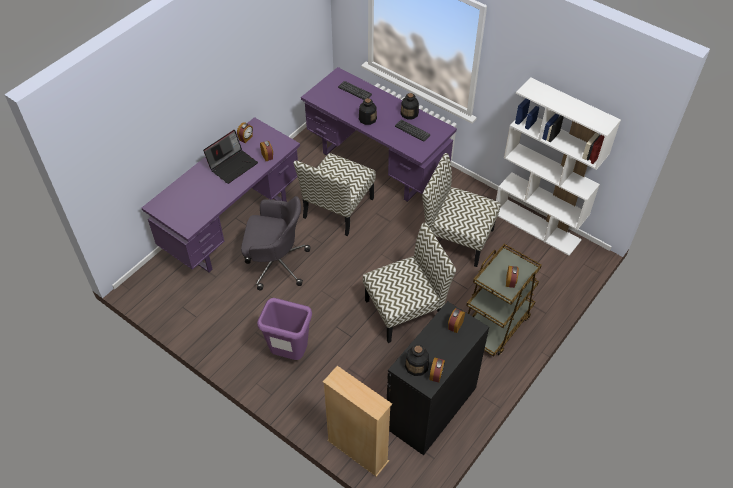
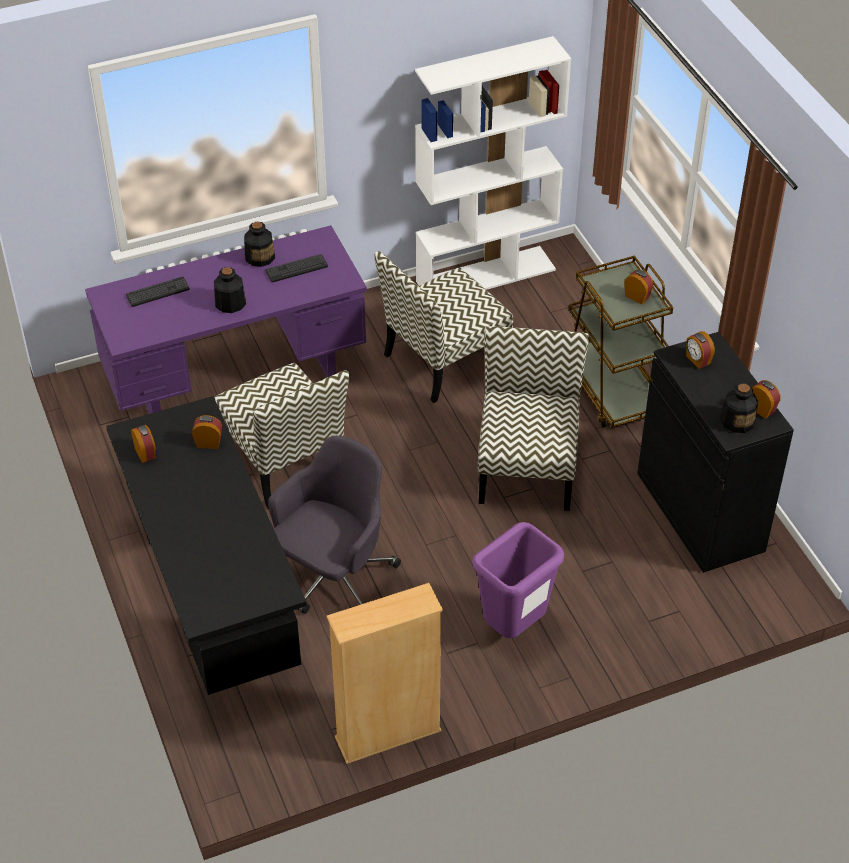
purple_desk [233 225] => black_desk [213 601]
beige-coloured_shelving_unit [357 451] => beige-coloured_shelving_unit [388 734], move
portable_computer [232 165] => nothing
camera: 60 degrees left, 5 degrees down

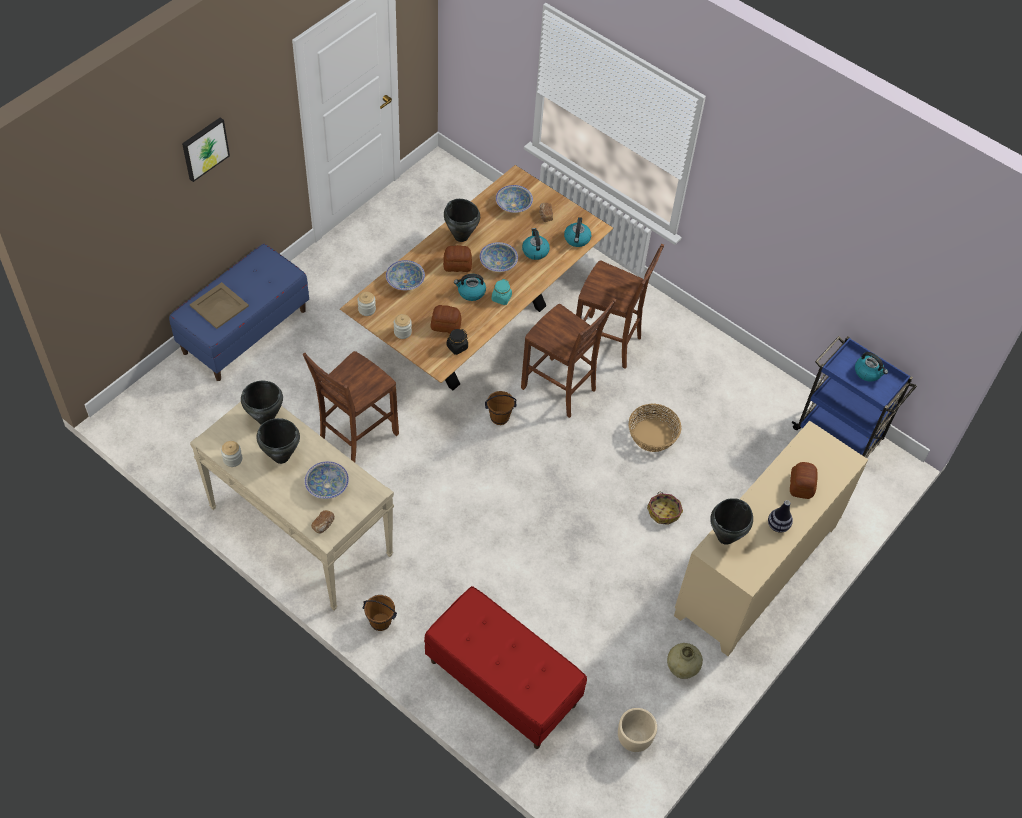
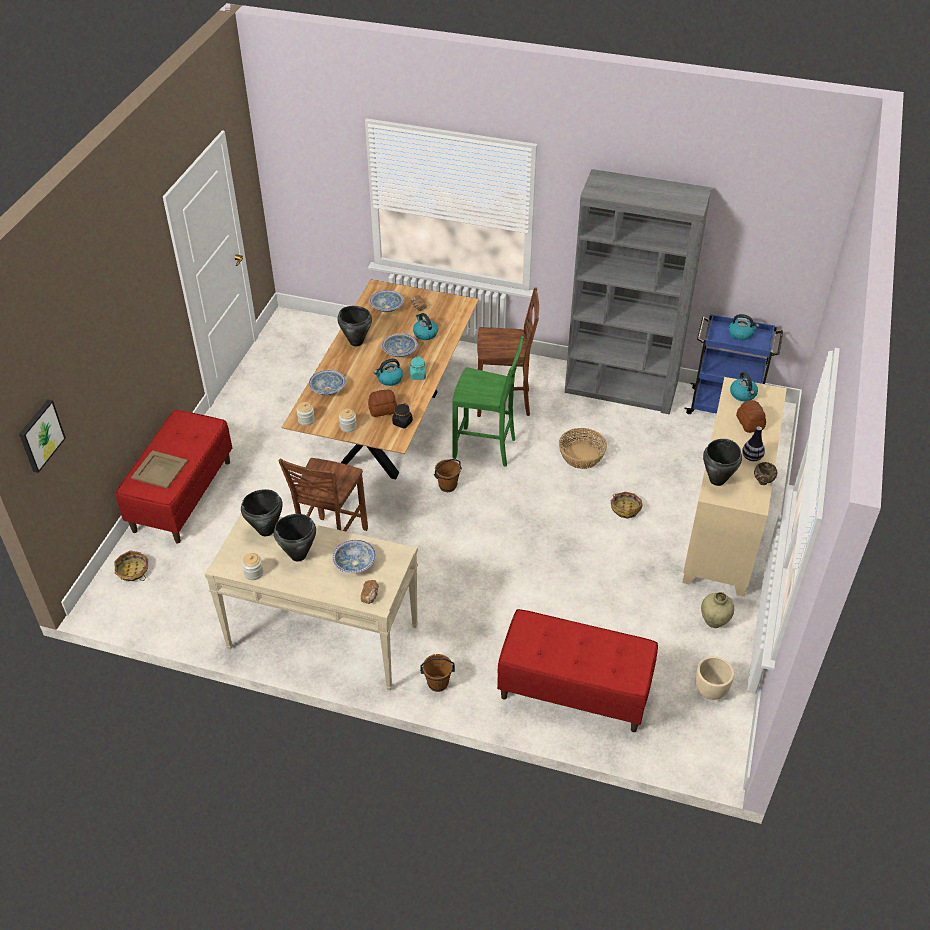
wall_art [204 148] => wall_art [40 435], move
nothing => household_basket [133 571]
bluish_indoor_bench [244 331] => reddish_indoor_bench [182 495]
brownish_chair [560 389] => green_chair [486 448]
nothing => greyish_shelving_unit [621 389]
tea_kettle [577 239] => tea_kettle [743 394], move
nothing => brownish_serving_bowl [763 482]
baked_bread [457 265] => nothing
camera: 20 degrees left, 10 degrees down

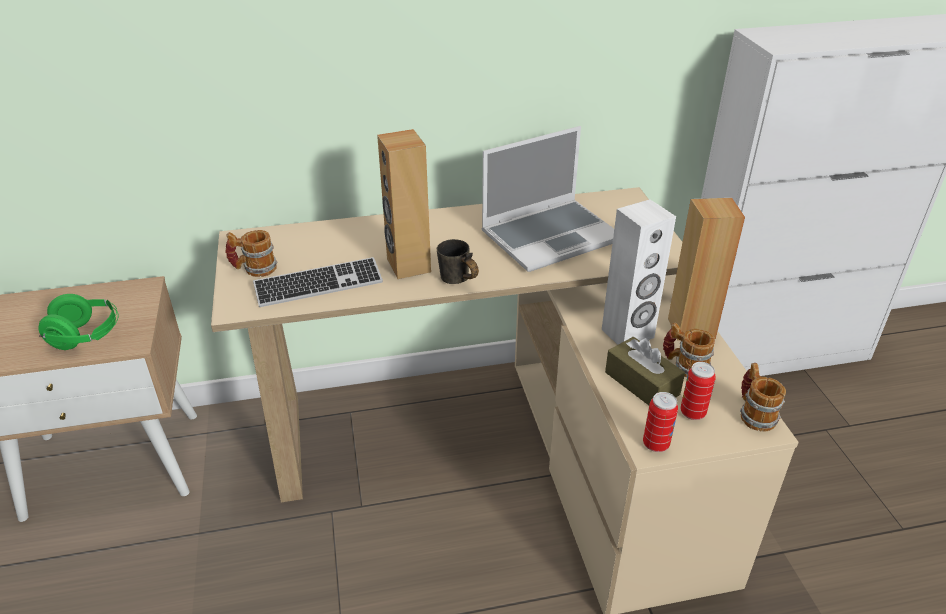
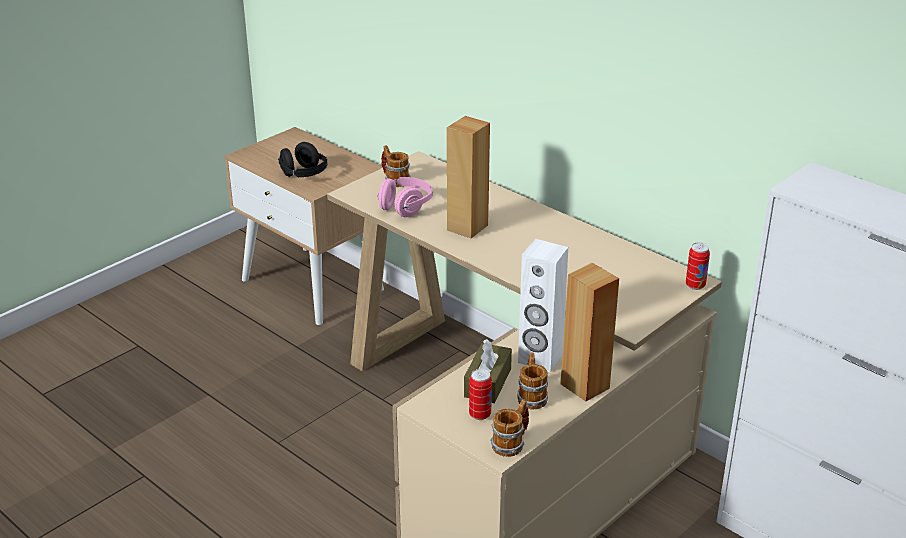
green_pair_of_headphones [86 336] => black_pair_of_headphones [304 175]
computer_keyboard [319 285] => pink_pair_of_headphones [405 207]
sealed_can [656 444] => sealed_can [695 285], move
greyish_coffee_mug [456 282] => nothing
portable_computer [551 236] => nothing
camera: 55 degrees right, 5 degrees down

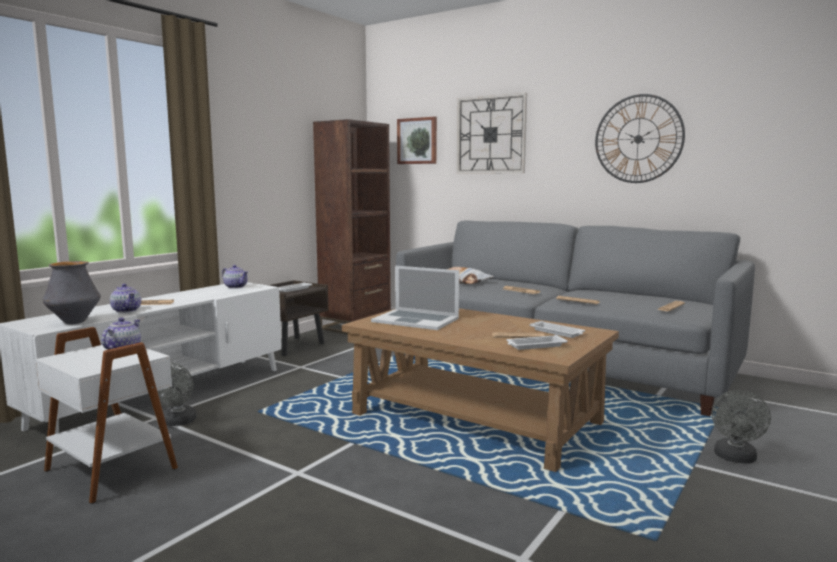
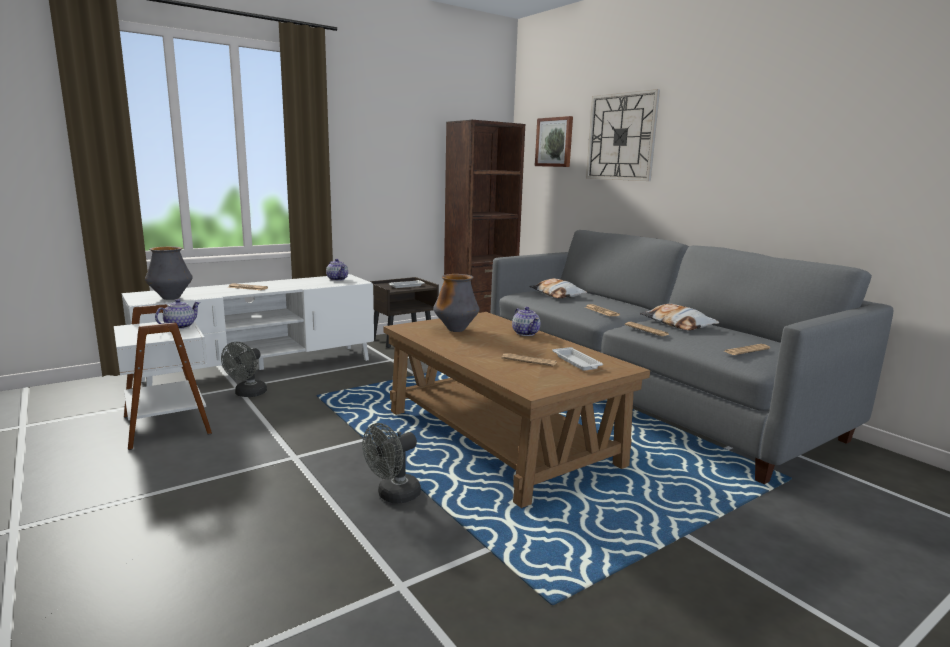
greyish_electric_fan [735 458] => greyish_electric_fan [393 496], move
portable_computer [416 320] => flower_vase [456 330]
tea_pot [126 310] => tea_pot [525 333], move
nothing => throw_pillow [677 324]
white_serving_tray [535 346] => nothing
hanging_clock [638 139] => nothing
camera: 20 degrees right, 5 degrees up

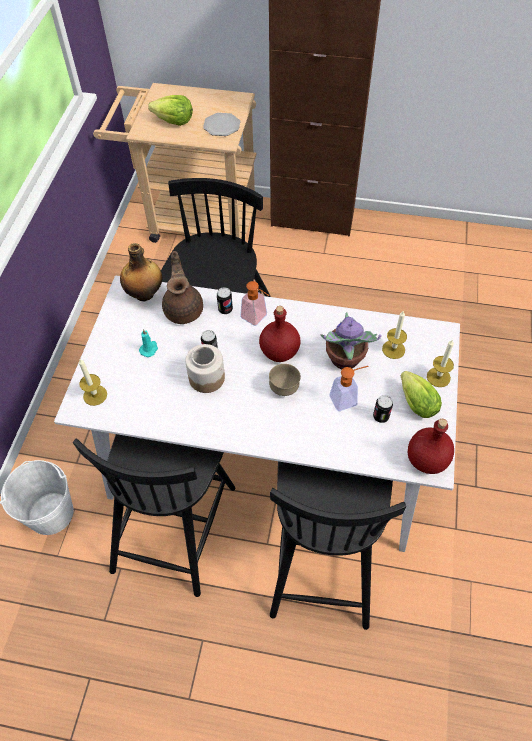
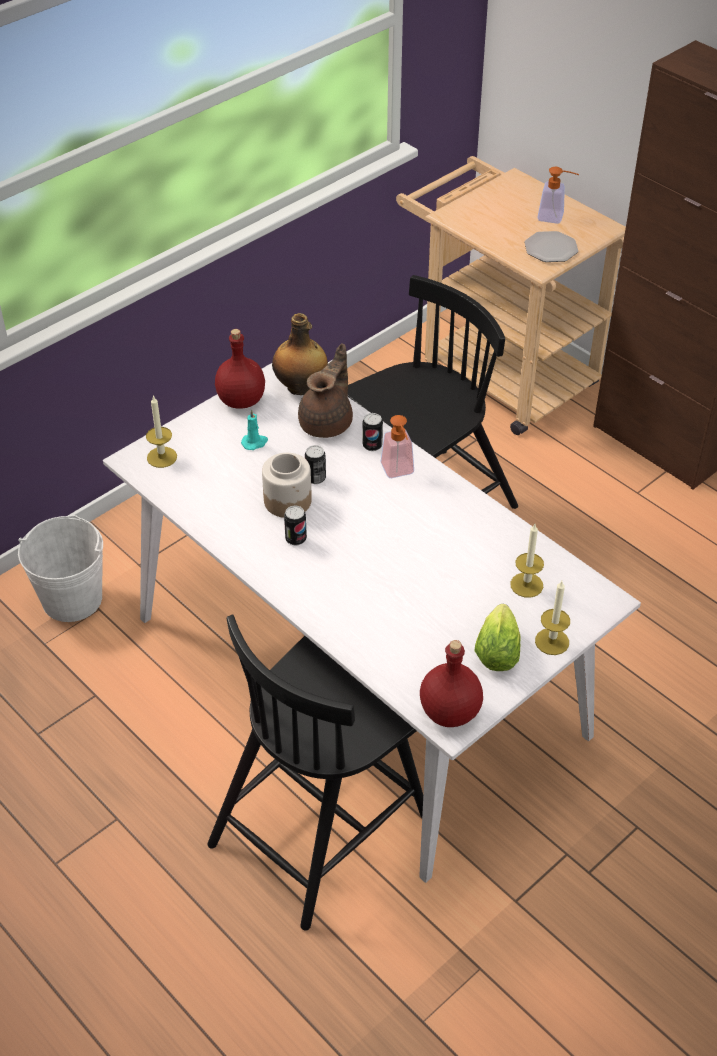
reddish_beverage_bottle [279 352] => reddish_beverage_bottle [240 400], move
sealed_can [381 416] => sealed_can [296 539], move
soap_dispenser [347 399] => soap_dispenser [555 217], move
black_chair [174 525] => nothing
lettuce [174 121] => nothing
brownish_serving_bowl [284 388] => nothing
potted_plant [344 360] => nothing
camera: 35 degrees right, 10 degrees down

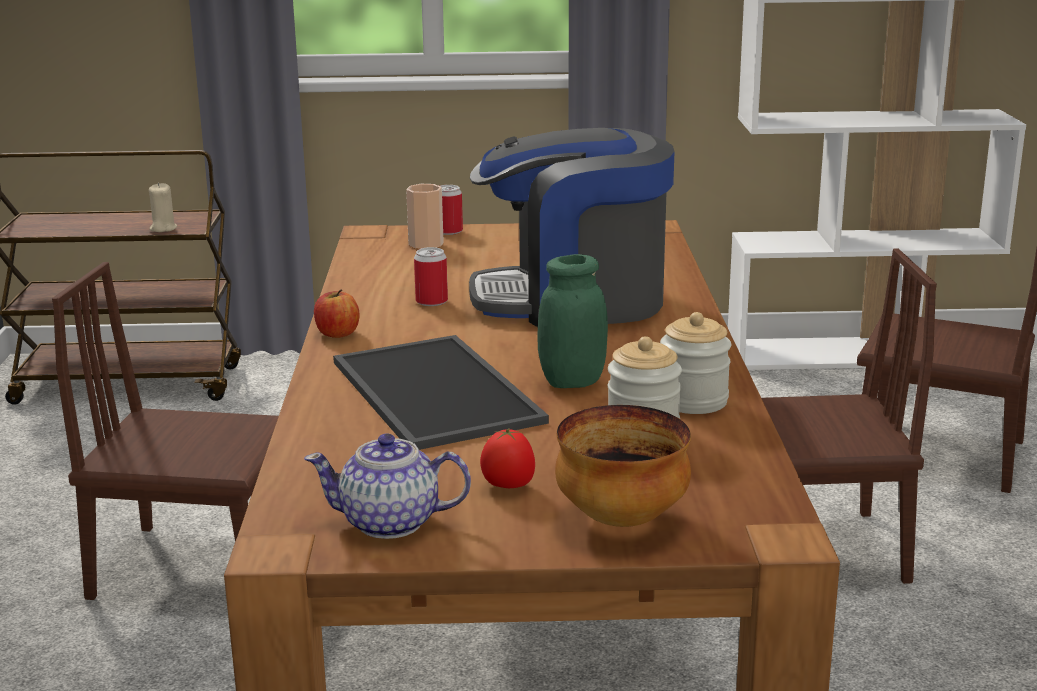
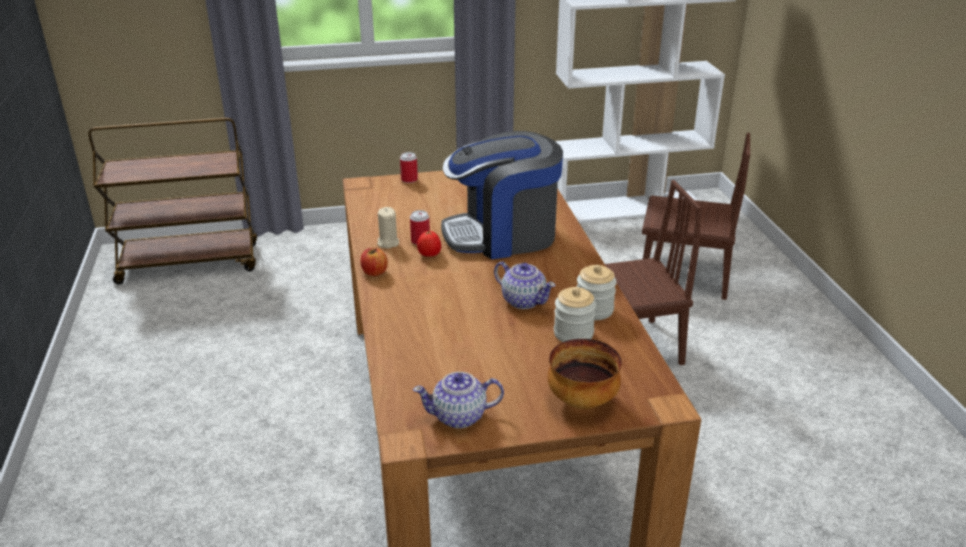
beige-coloured_wax_light [163 228] => beige-coloured_wax_light [388 243], move
whole_tomato [508 486] => whole_tomato [429 255], move
green_storage_jar [572 381] => tea_pot [523 300]
brownish_chair [198 567] => nothing
serving_tray [430 391] => nothing
small_cup [426 244] => nothing
camera: 10 degrees left, 10 degrees up

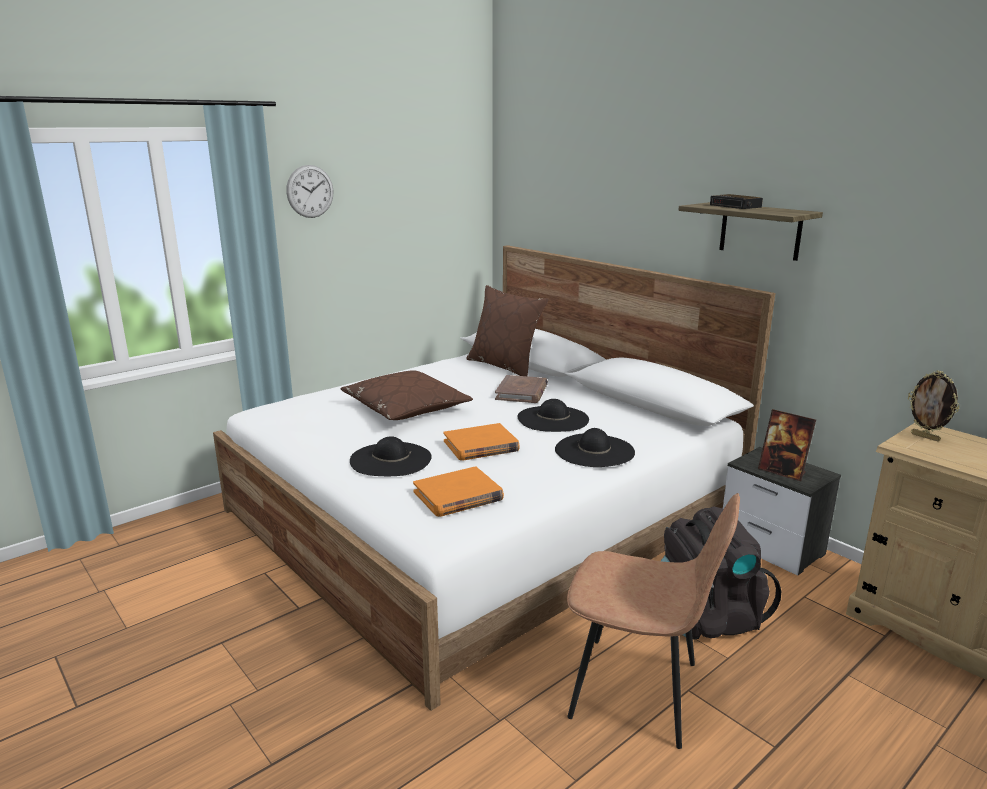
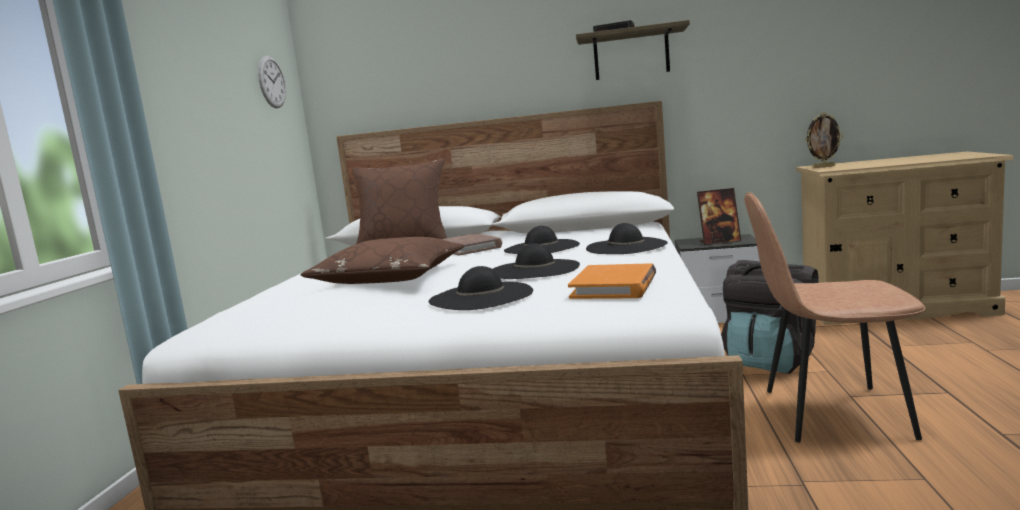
hanging_clock [310 191] => hanging_clock [272 82], move
orange_volume [481 446] => black_wearable_hat [534 269]
brownish_chair [638 691] => brownish_chair [831 413], 150 degrees counterclockwise
camera: 40 degrees left, 10 degrees down

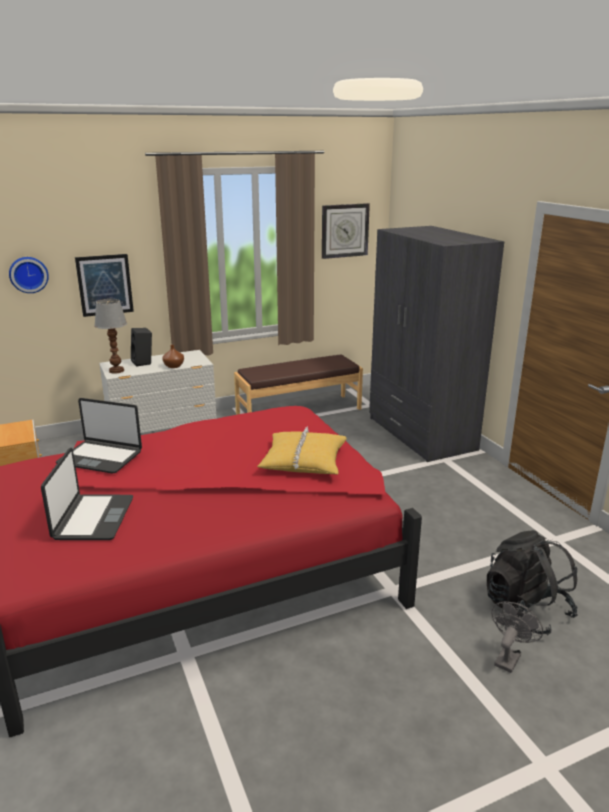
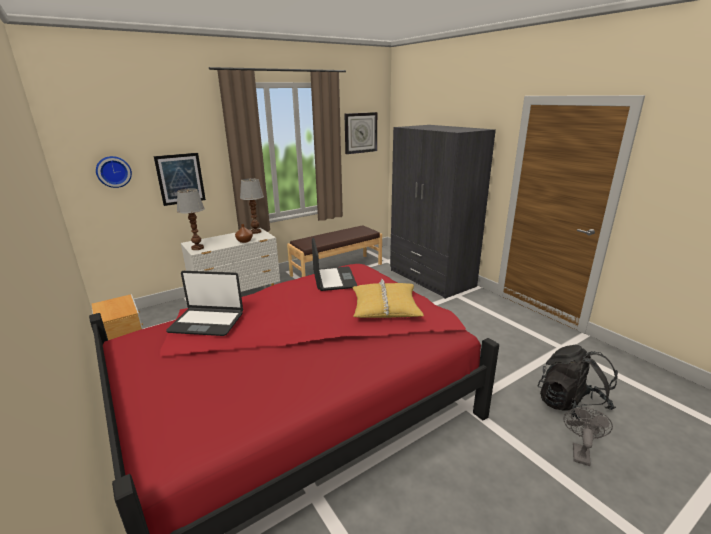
nothing => table_lamp [255 232]
portable_computer [92 518] => portable_computer [333 279], move
black_loudspeaker [143 362] => nothing
camera: 10 degrees left, 0 degrees up

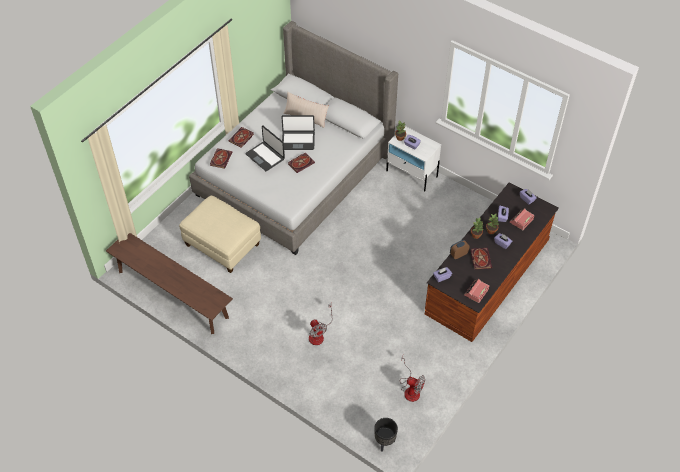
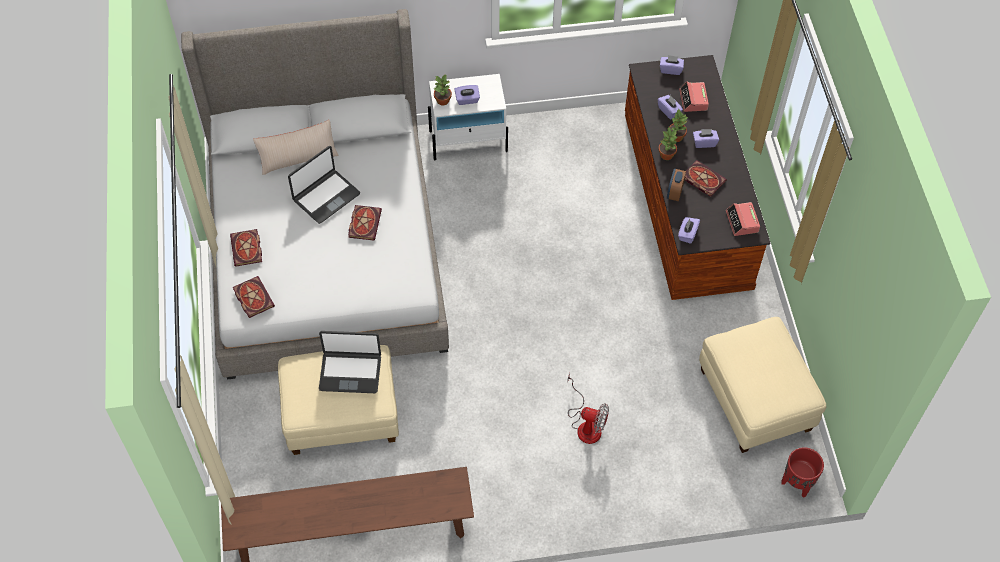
portable_computer [265 156] => portable_computer [350 372], move
electric_fan [410 389] => beige-coloured_ottoman [754 399]
black_plant_pot [385 442] => reddish_plant_pot [796 484]
camera: 45 degrees left, 5 degrees up

